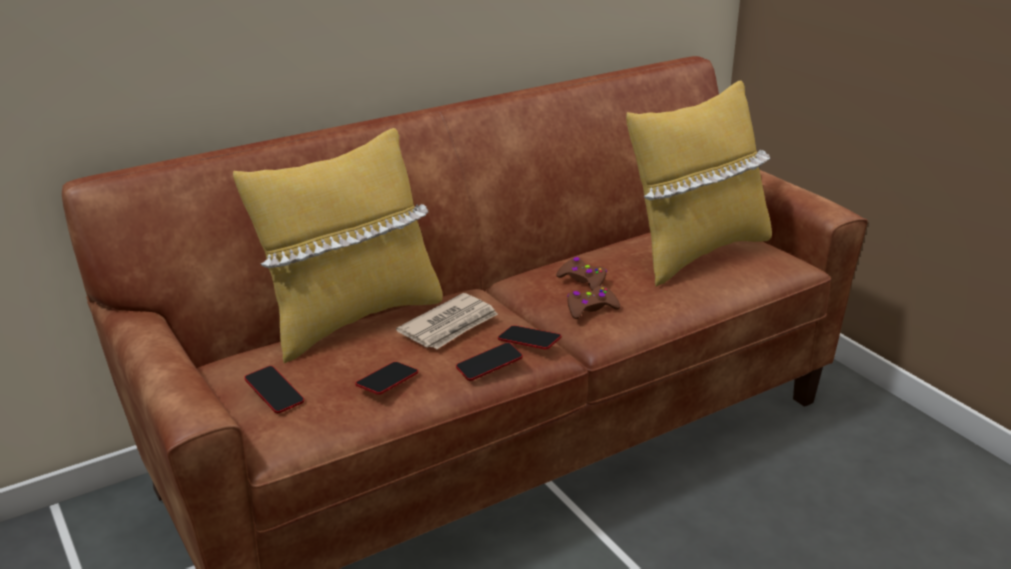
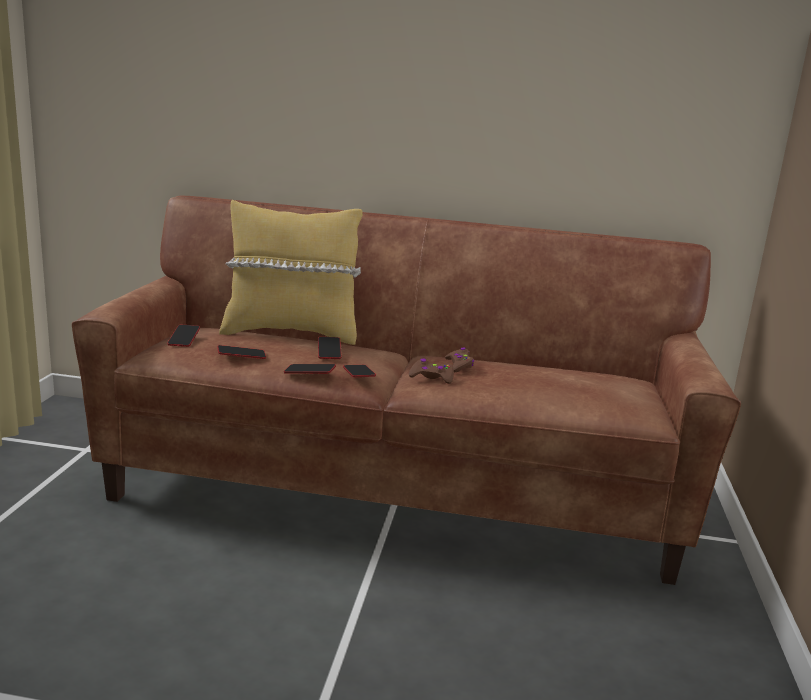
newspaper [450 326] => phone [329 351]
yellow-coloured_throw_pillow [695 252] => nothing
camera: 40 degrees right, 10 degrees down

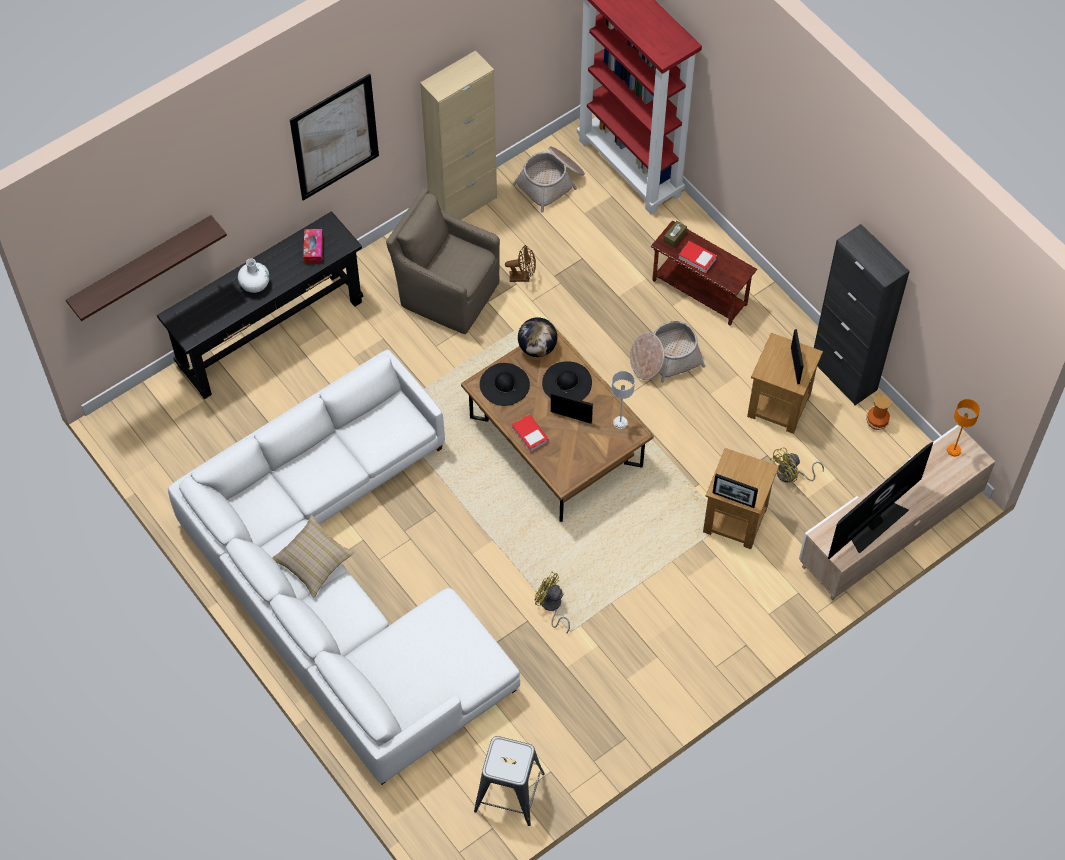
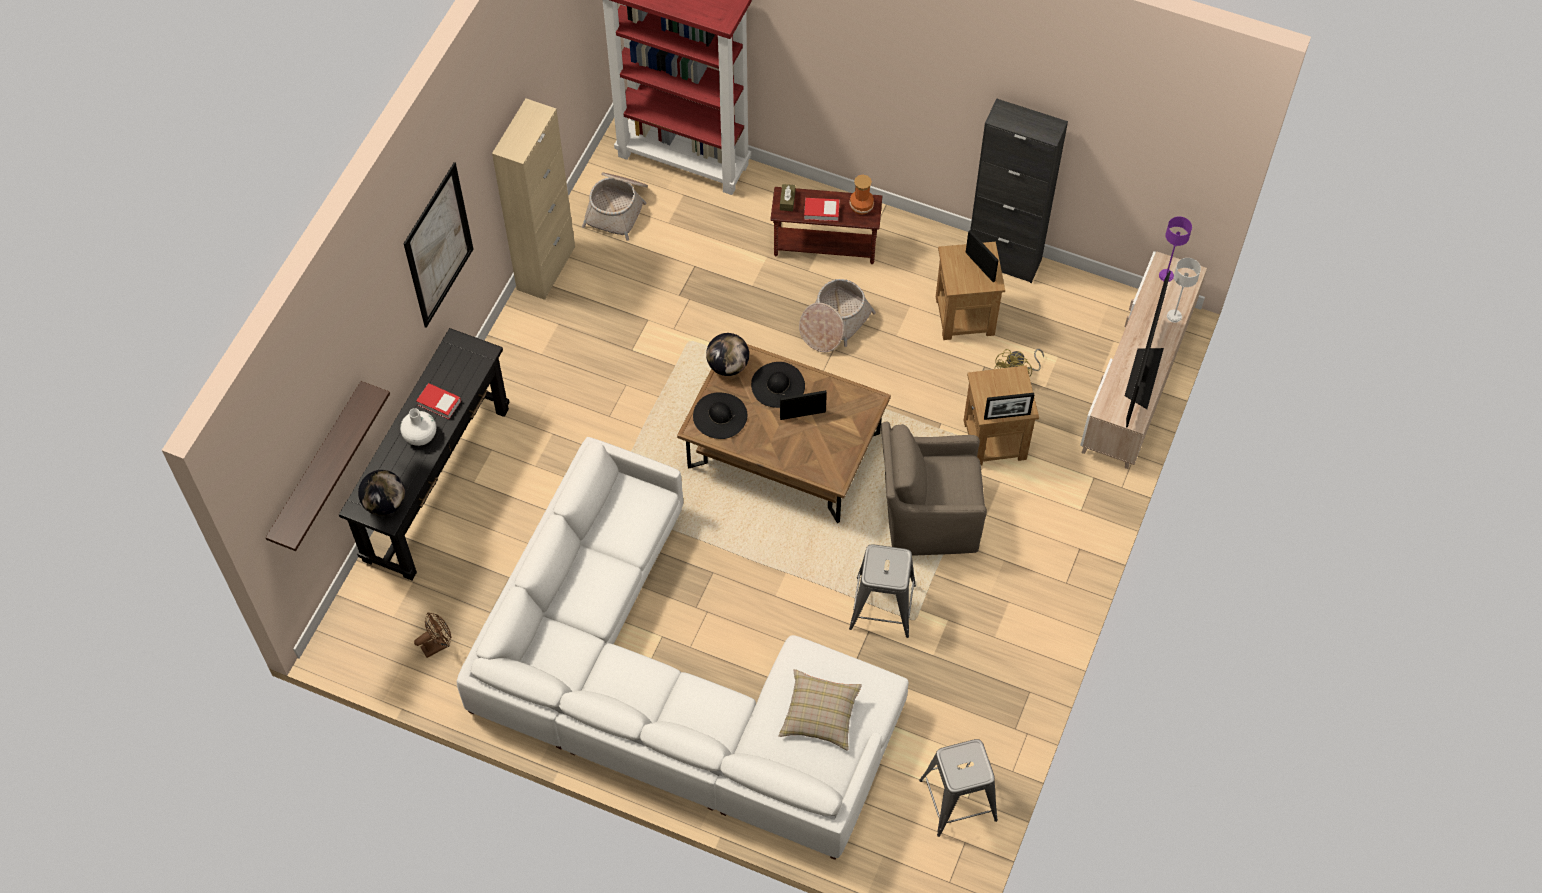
nothing => desk_globe [385 503]
brownish_electric_fan [523 277] => brownish_electric_fan [437 645], move
volume [530 435] => volume [439 403], move
beige-coloured_throw_pillow [313 562] => beige-coloured_throw_pillow [820 715], move
flower_vase [876 421] => flower_vase [860 206], move
yellow-coloured_electric_fan [551 607] => greyish_stool_seat [882 606]
brownish_lounge_chair [447 292] => brownish_lounge_chair [927 518], move
orange_table_lamp [954 450] => purple_table_lamp [1166 275]
greyish_table_lamp [620 422] => greyish_table_lamp [1174 316], move
tissue_box [313 249] => nothing
camera: 30 degrees left, 0 degrees up

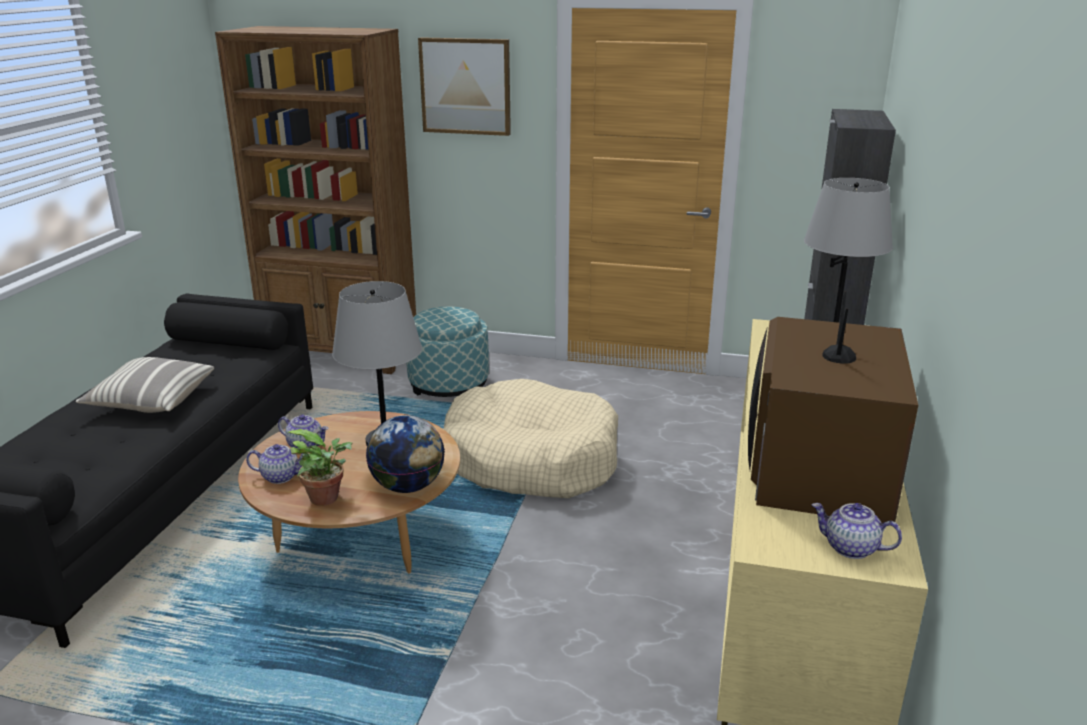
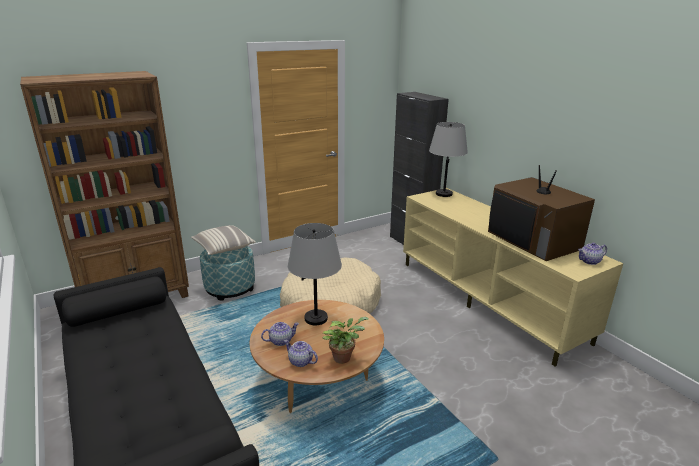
throw_pillow [151 401] => throw_pillow [223 248], move
tea_pot [281 476] => tea_pot [300 361], 105 degrees counterclockwise
desk_globe [408 487] => nothing
wall_art [466 86] => nothing
camera: 45 degrees left, 0 degrees up

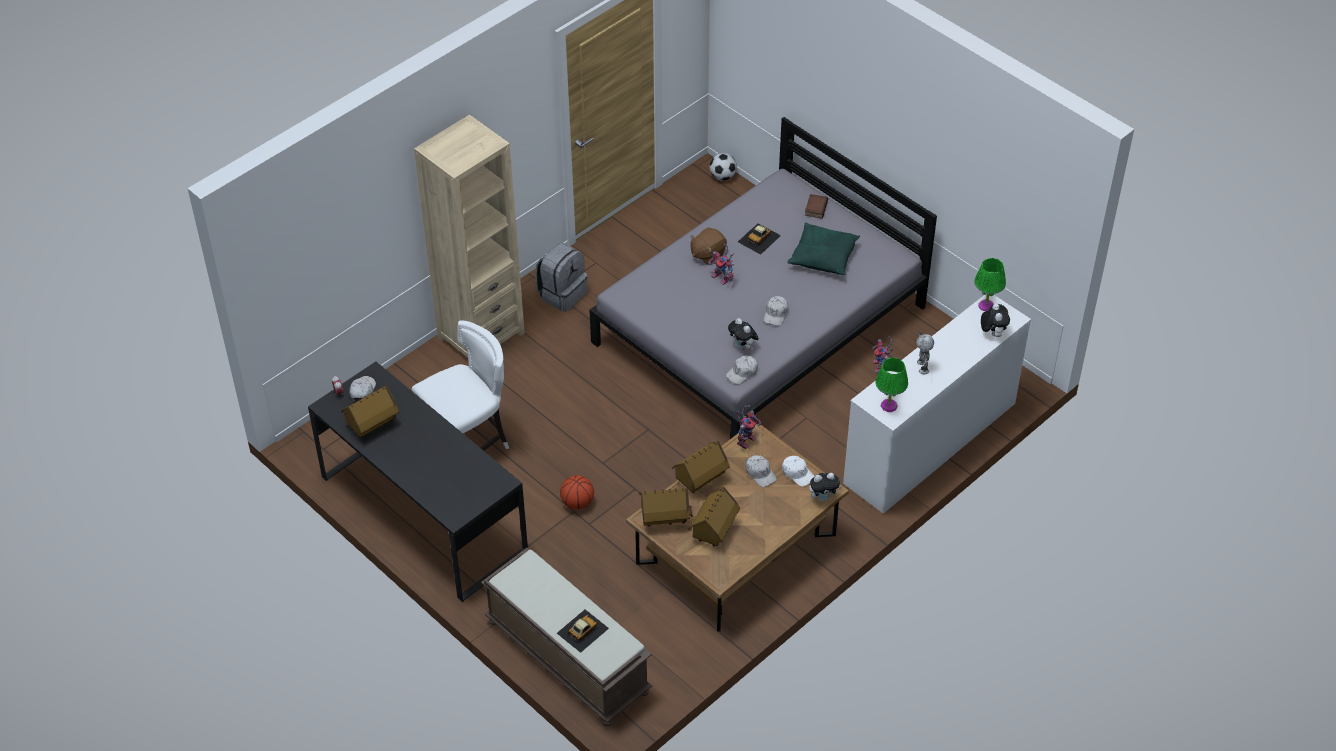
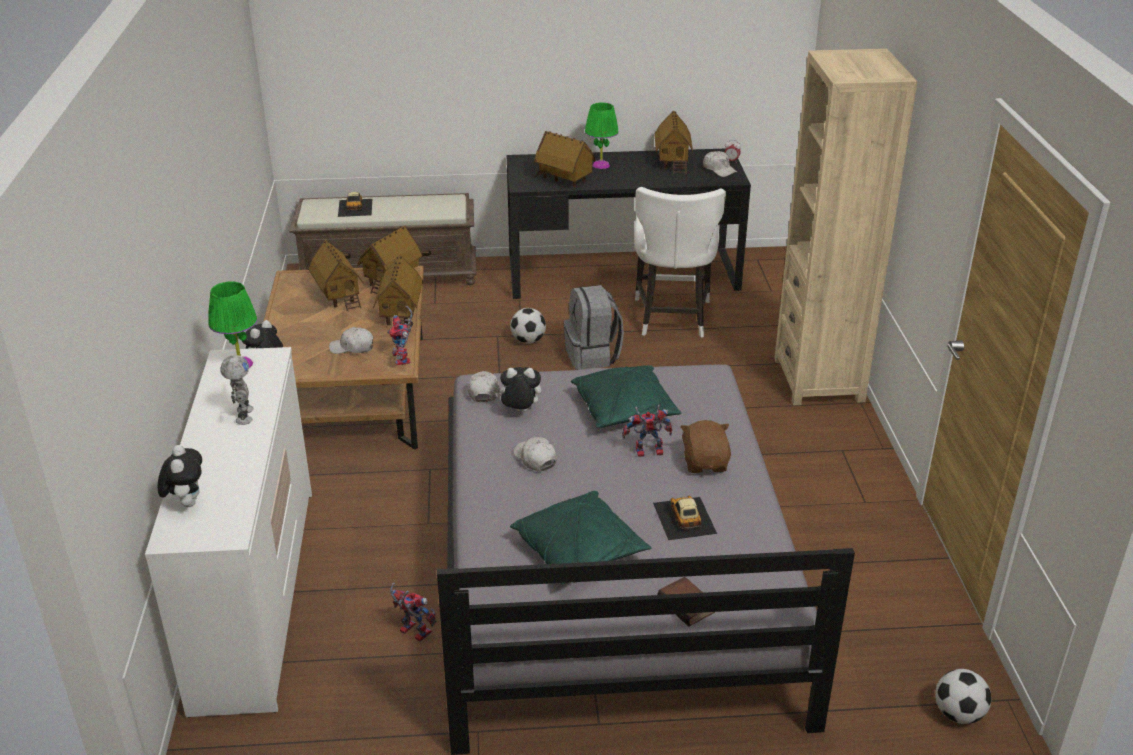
soft_toy [992 333] => soft_toy [186 502], 135 degrees counterclockwise
model_robot [922 367] => model_robot [243 416], 135 degrees counterclockwise
ball_for_basketball [577 503] => ball_for_football [528 340]
nothing => toy_house [564 180]
greyish_knapsack [562 294] => greyish_knapsack [593 356], move
nothing => green_throw_pillow [625 410]
green_table_lamp [986 305] => green_table_lamp [601 165], move
white_baseball_cap [797 473] => nothing
camera: 130 degrees right, 15 degrees down

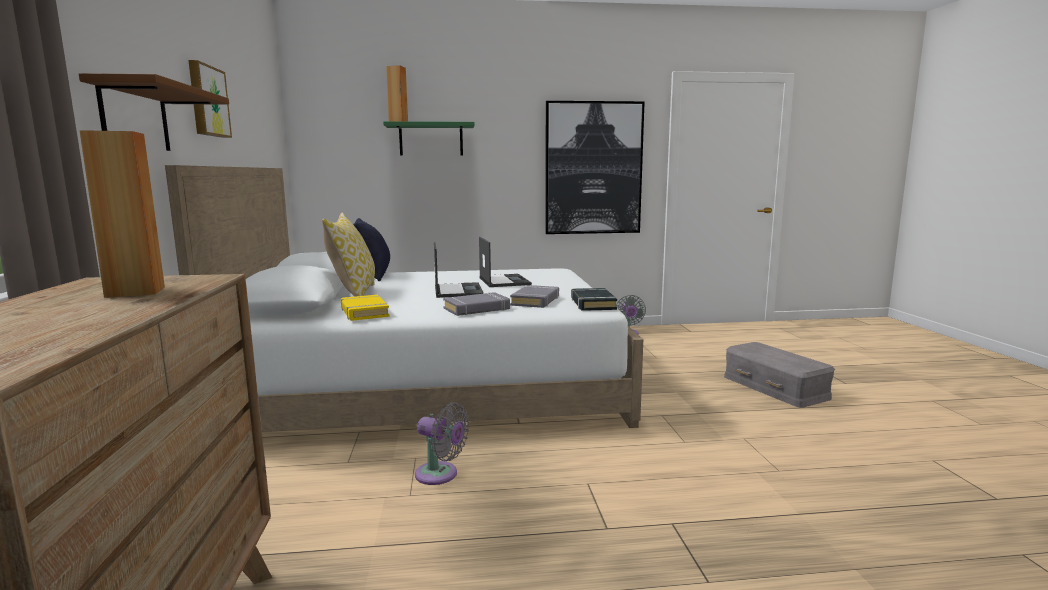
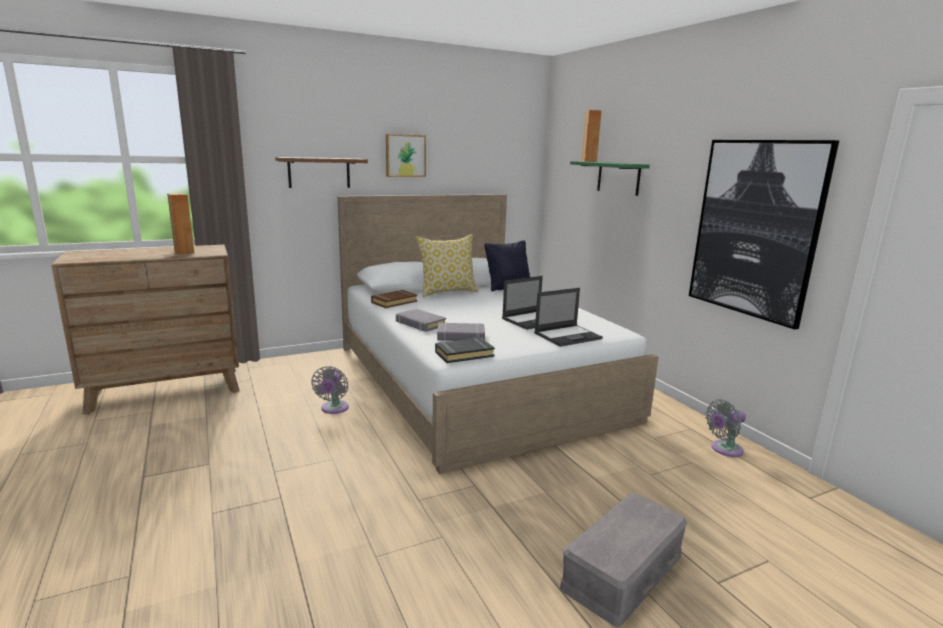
yellow-coloured_volume [364 312] => brownish_volume [394 302]
portable_computer [458 290] => portable_computer [568 336], move
camera: 70 degrees right, 5 degrees up

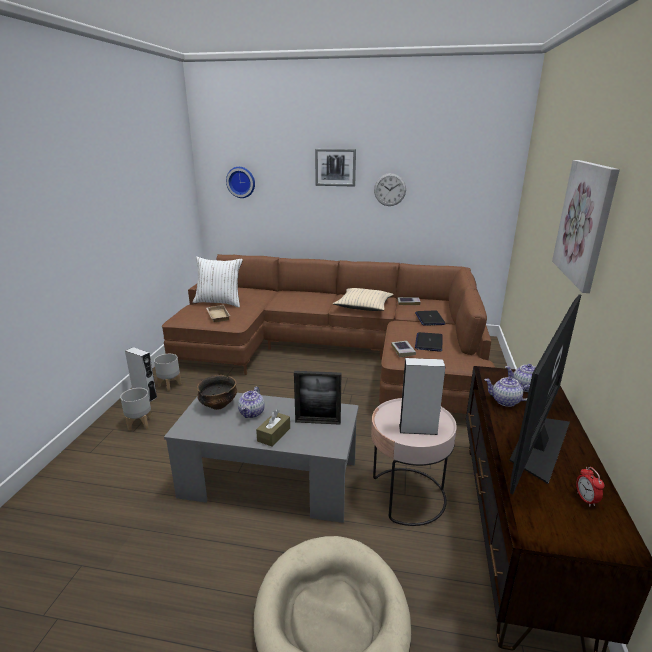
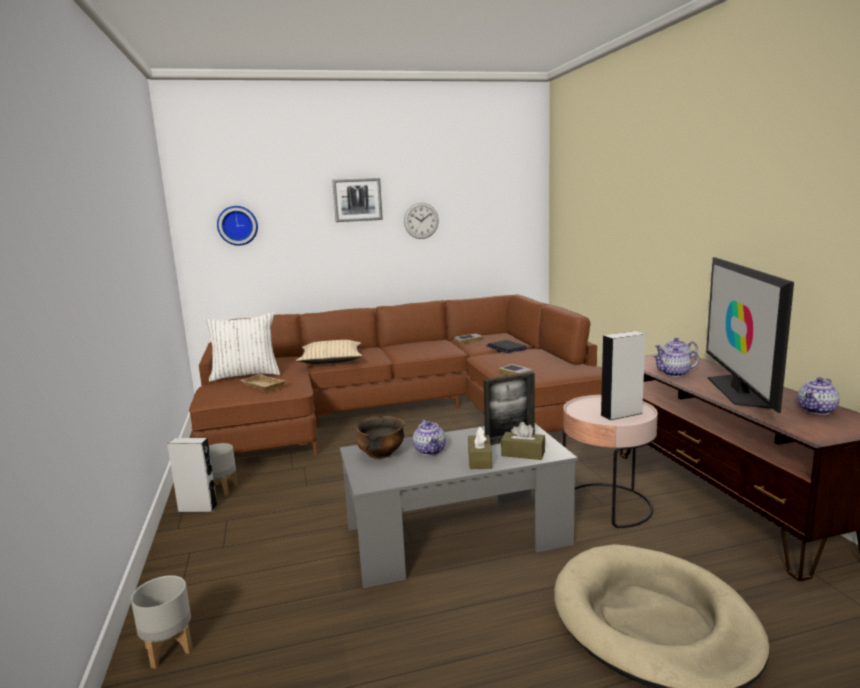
greyish_plant_pot [140 423] => greyish_plant_pot [168 648], move
beige-coloured_throw_pillow [363 306] => beige-coloured_throw_pillow [331 360], move
nothing => brownish_tissue_box [523 453]
alarm_clock [586 499] => tea_pot [817 410]
portable_computer [429 342] => nothing
wall_art [585 222] => nothing
camera: 25 degrees left, 10 degrees down

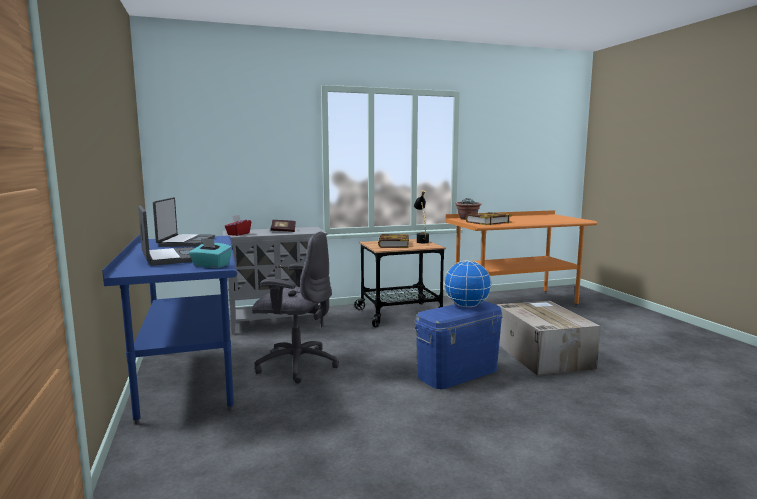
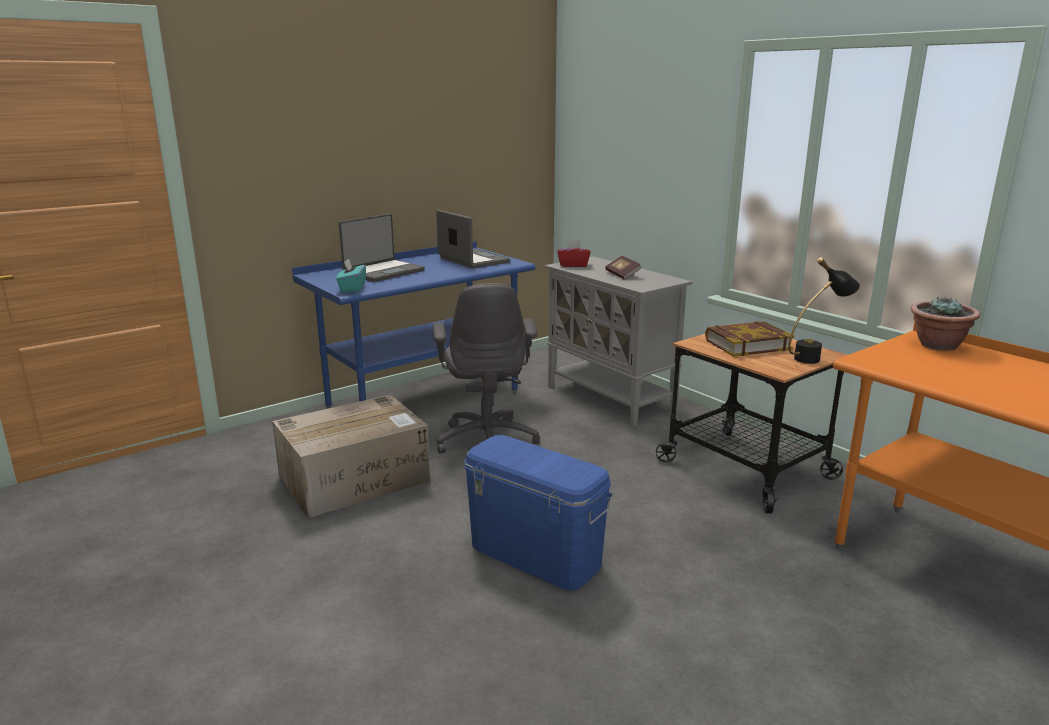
packing_box [541 354] => packing_box [356 478], move
portable_computer [186 242] => portable_computer [472 260], 105 degrees counterclockwise
desk_globe [466 306] => nothing
volume [488 222] => nothing
camera: 70 degrees right, 10 degrees up

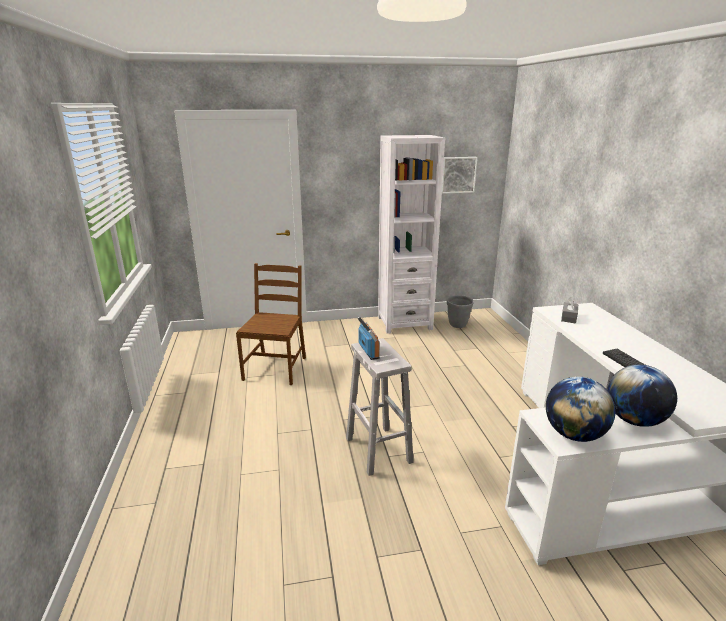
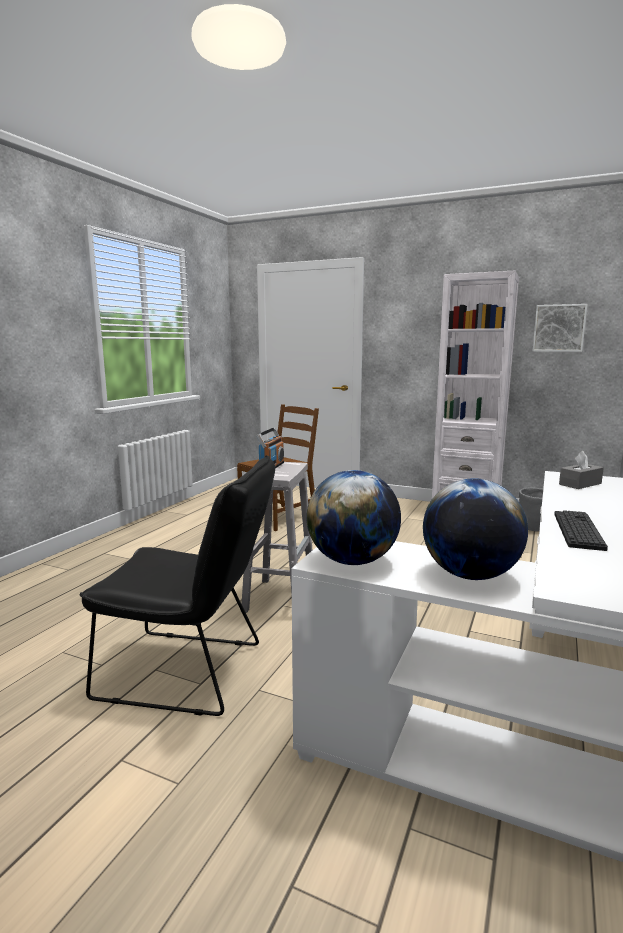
nothing => black_chair [191 672]
camera: 35 degrees right, 10 degrees down

